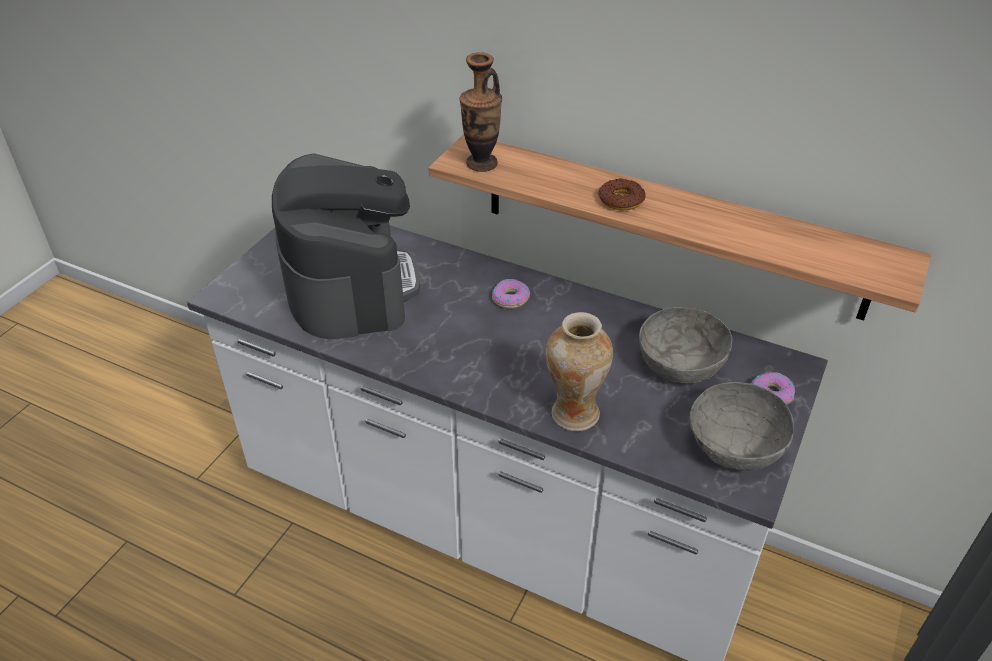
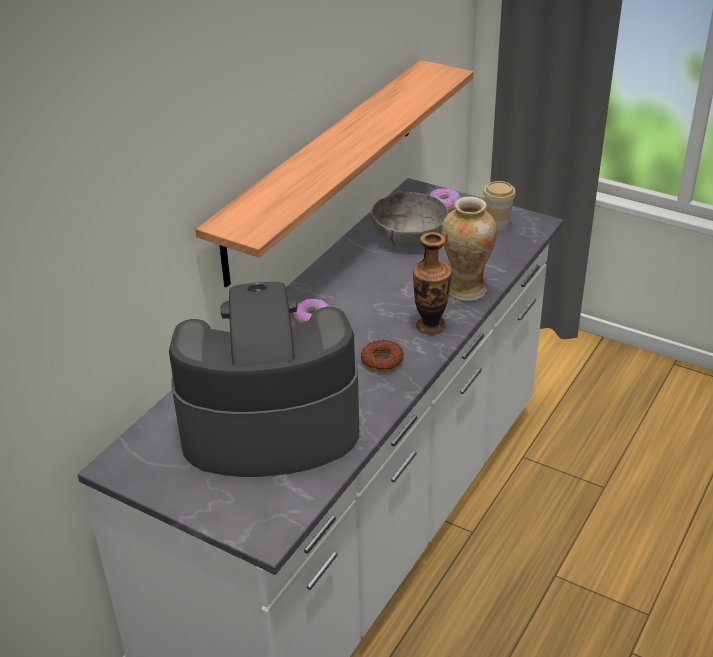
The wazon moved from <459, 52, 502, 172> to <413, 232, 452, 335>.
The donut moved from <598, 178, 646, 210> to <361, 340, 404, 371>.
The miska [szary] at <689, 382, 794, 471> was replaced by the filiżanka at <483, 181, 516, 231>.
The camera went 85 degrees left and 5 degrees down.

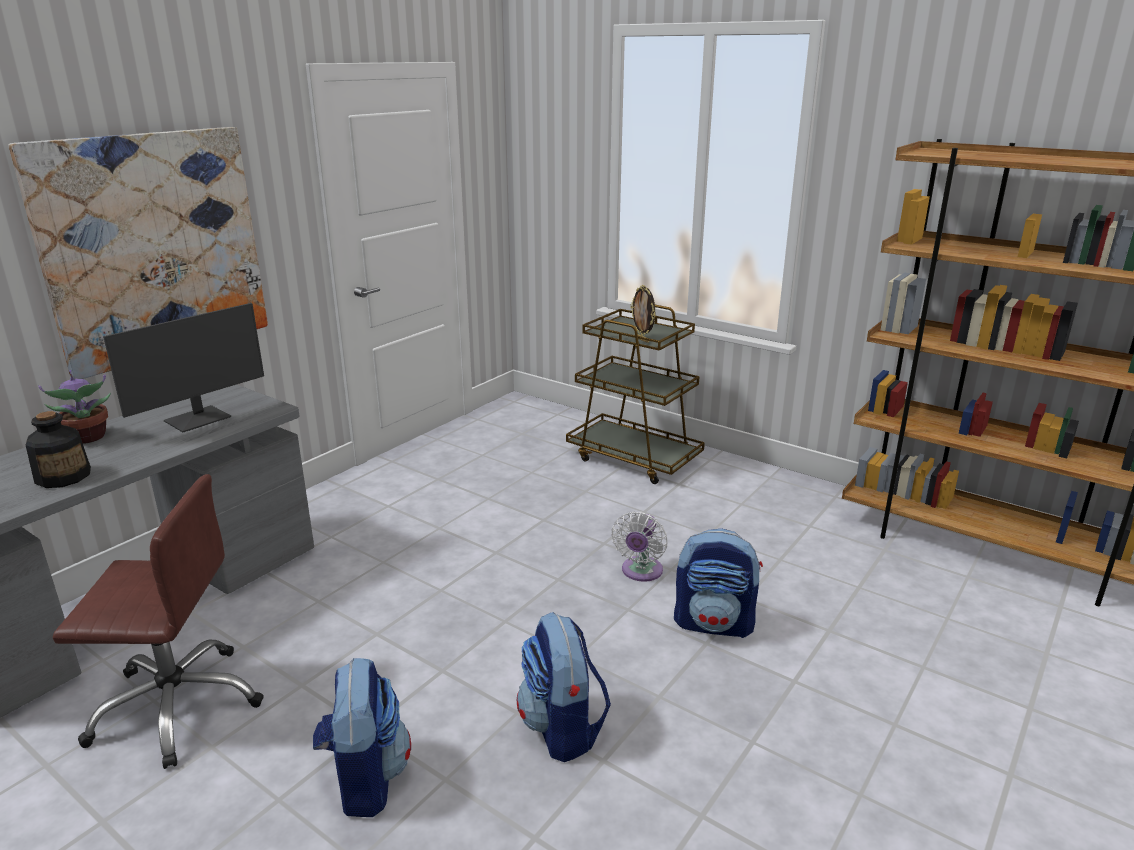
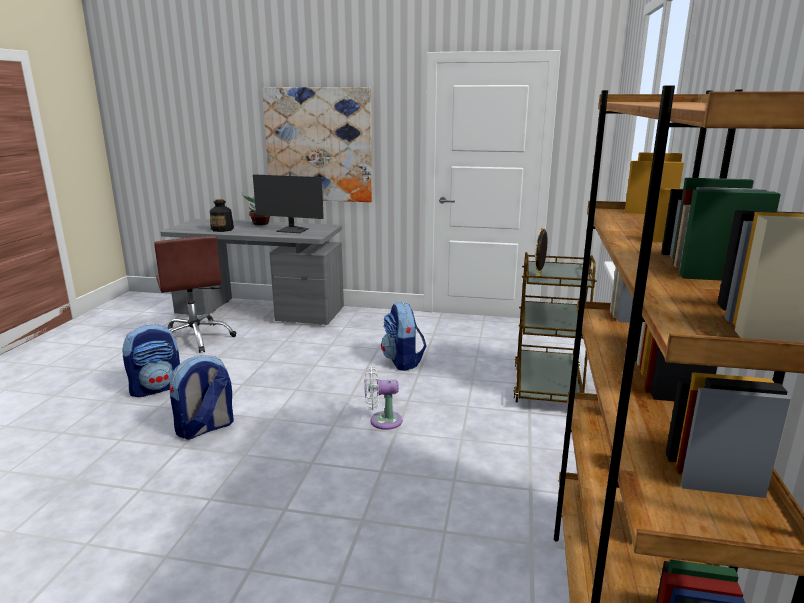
The plecak moved from <674, 529, 763, 638> to <381, 301, 426, 371>.
The camera went 65 degrees right and 5 degrees down.

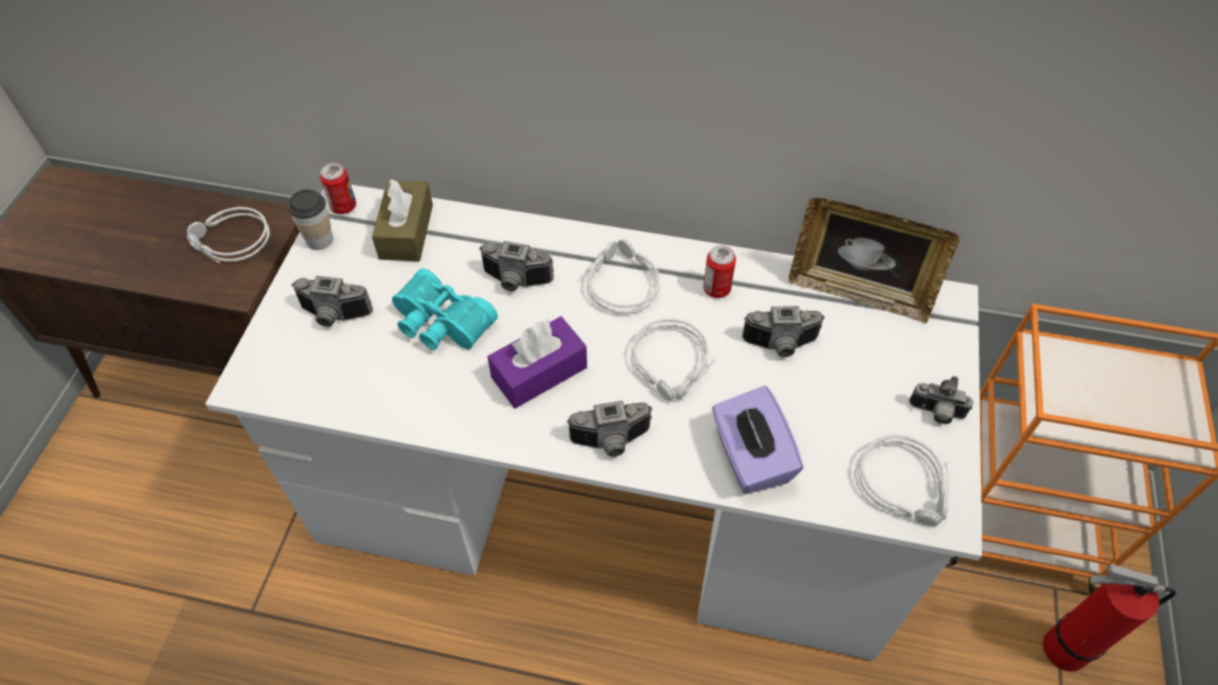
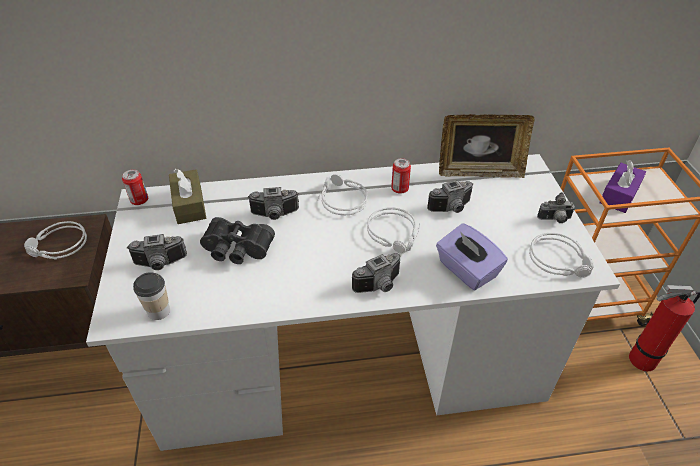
The filiżanka moved from <288, 189, 333, 250> to <133, 272, 170, 320>.
The lornetka [turkusowy] at <392, 269, 498, 350> became the lornetka [czarny] at <200, 217, 275, 264>.
The pudełko chusteczek [fioletowy] moved from <488, 316, 587, 408> to <599, 160, 646, 213>.
The camera went 20 degrees left and 10 degrees down.

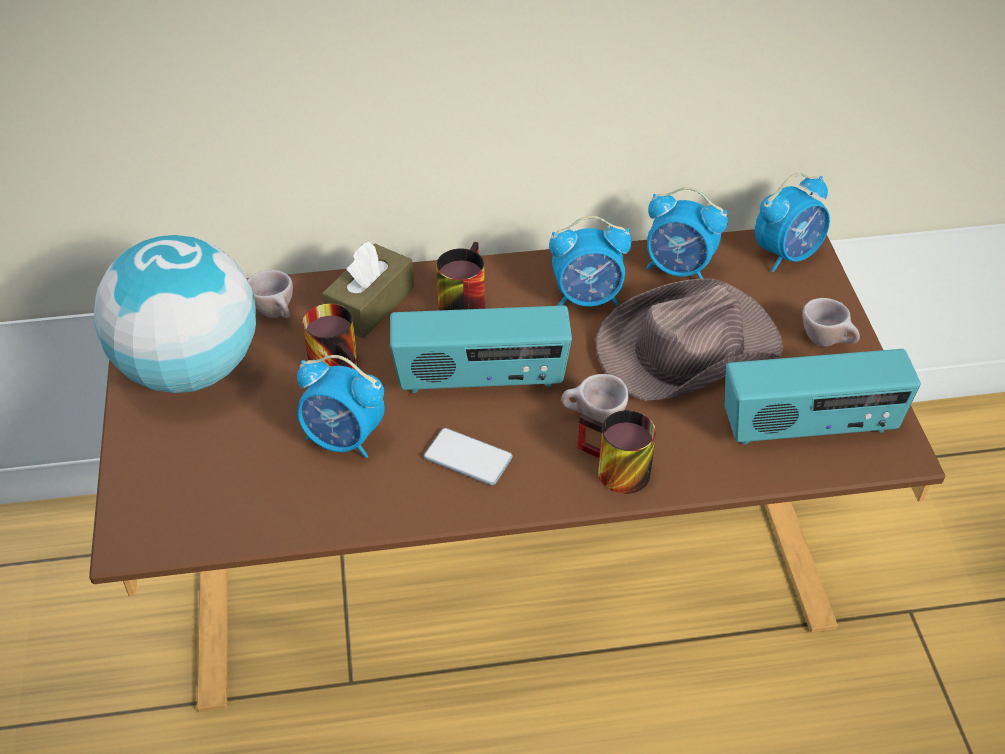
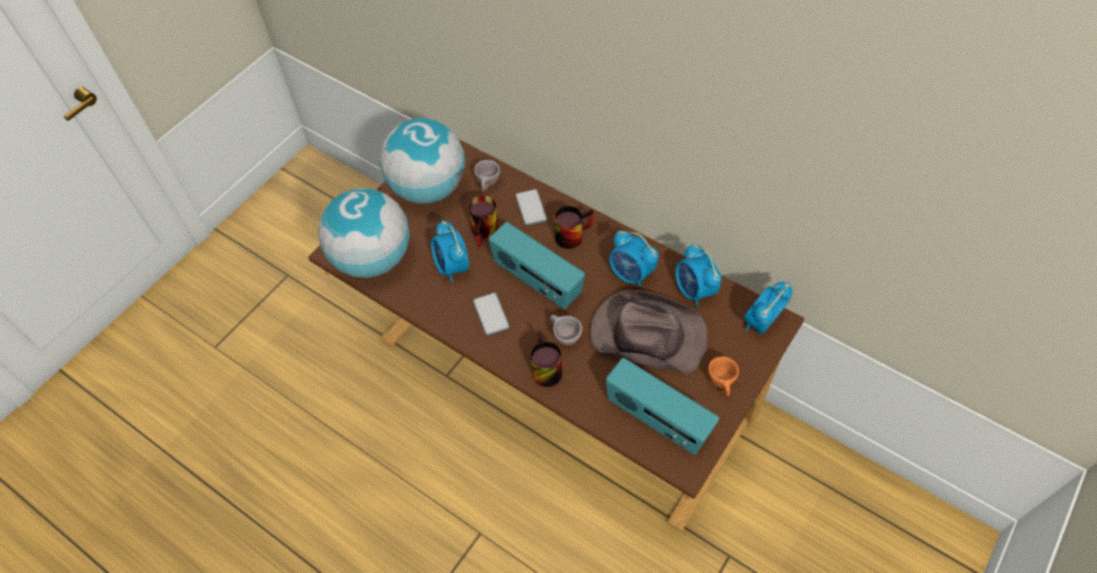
The budzik at <755, 173, 830, 272> turned 120 degrees clockwise.
The pudełko chusteczek [brązowy] at <322, 242, 414, 338> was replaced by the telefon at <515, 189, 547, 225>.
The filiżanka [beżowy] at <802, 298, 860, 347> became the filiżanka [pomarańczowy] at <708, 357, 739, 396>.
The globus at <318, 188, 410, 278> appeared.
The camera went 45 degrees right and 10 degrees up.

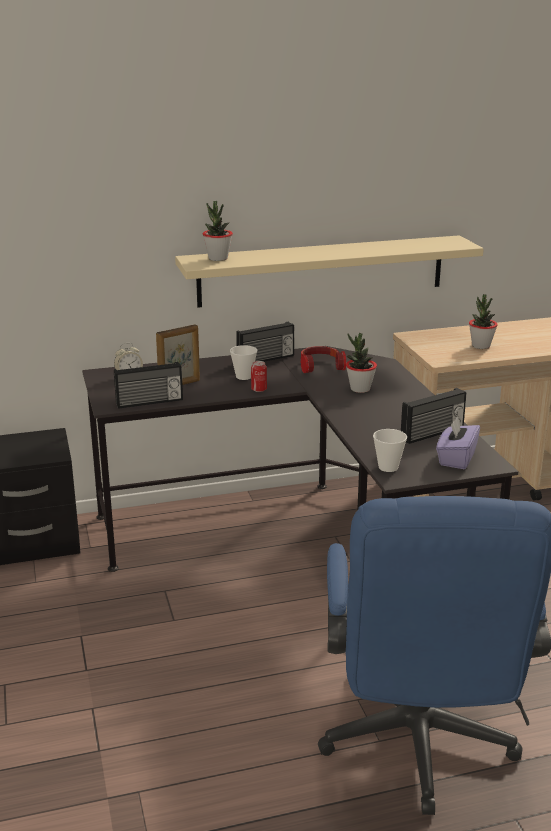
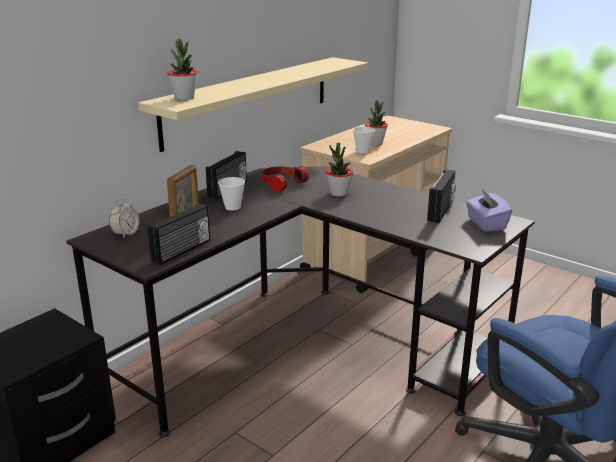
The puszka at <251, 361, 267, 392> disappeared.
The filiżanka moved from <373, 429, 407, 472> to <353, 126, 375, 154>.
The camera went 35 degrees left and 0 degrees up.

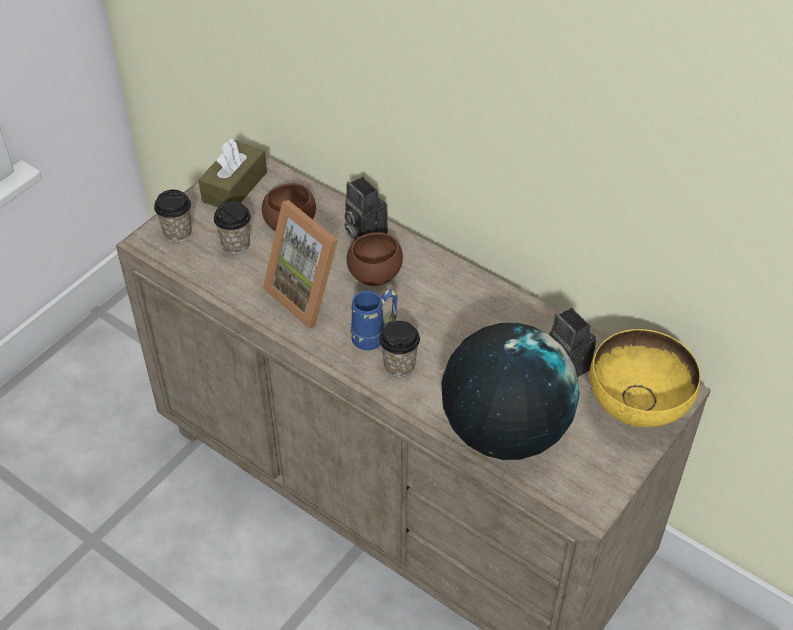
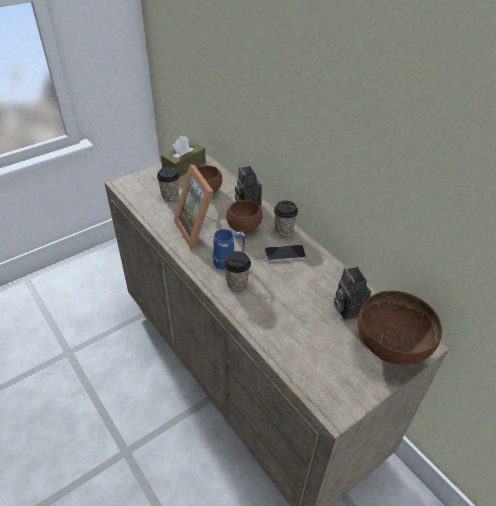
The filiżanka moved from <154, 190, 192, 242> to <274, 201, 298, 236>.
The globus at <441, 323, 579, 460> disappeared.
The miska [żółty] at <590, 329, 700, 427> became the miska [brązowy] at <358, 291, 442, 365>.
The telefon at <265, 245, 306, 262> appeared.
The camera went 15 degrees right and 5 degrees down.

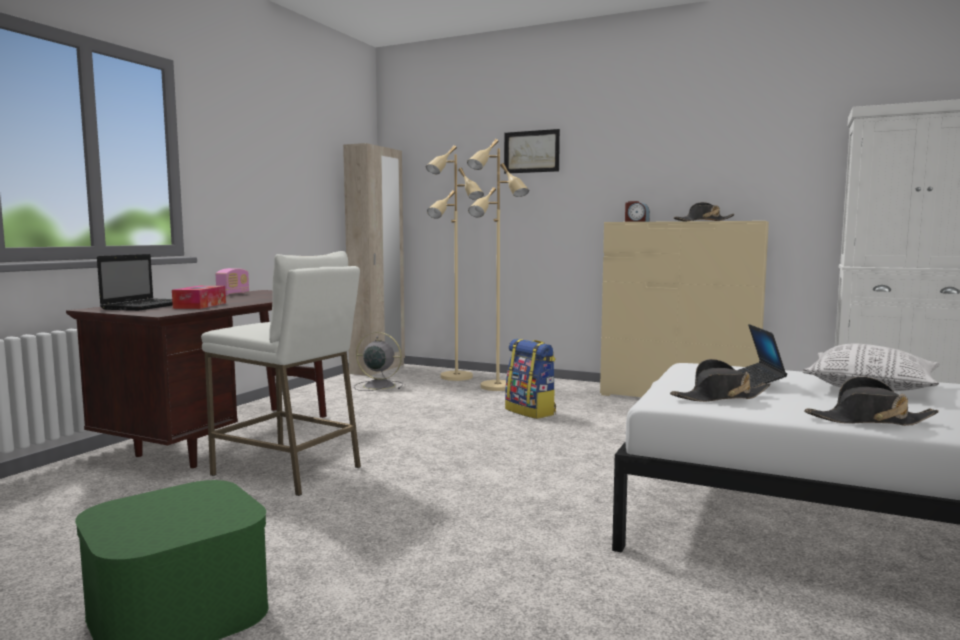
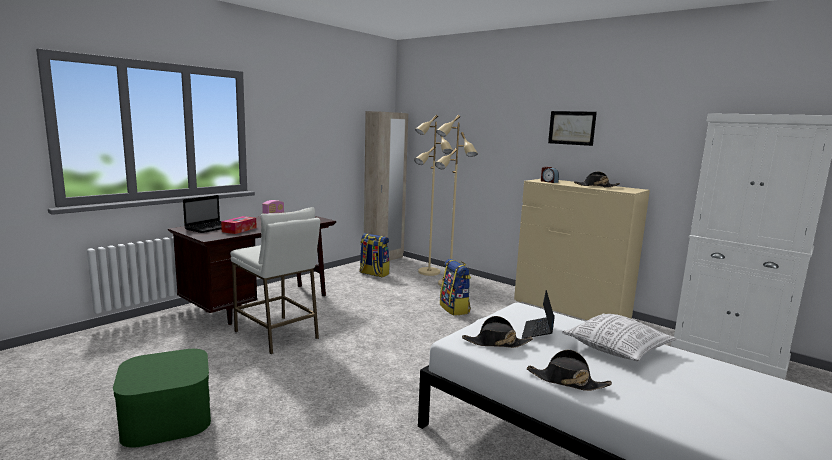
The obraz moved from <504, 129, 560, 174> to <548, 111, 597, 146>.
The wentylator [szary] at <354, 332, 403, 391> was replaced by the plecak at <360, 233, 390, 277>.
The camera went 15 degrees right and 5 degrees up.

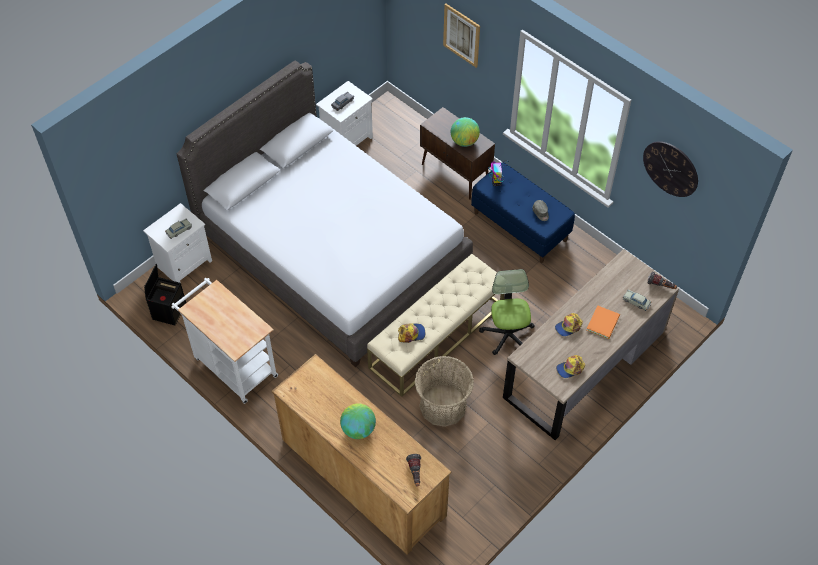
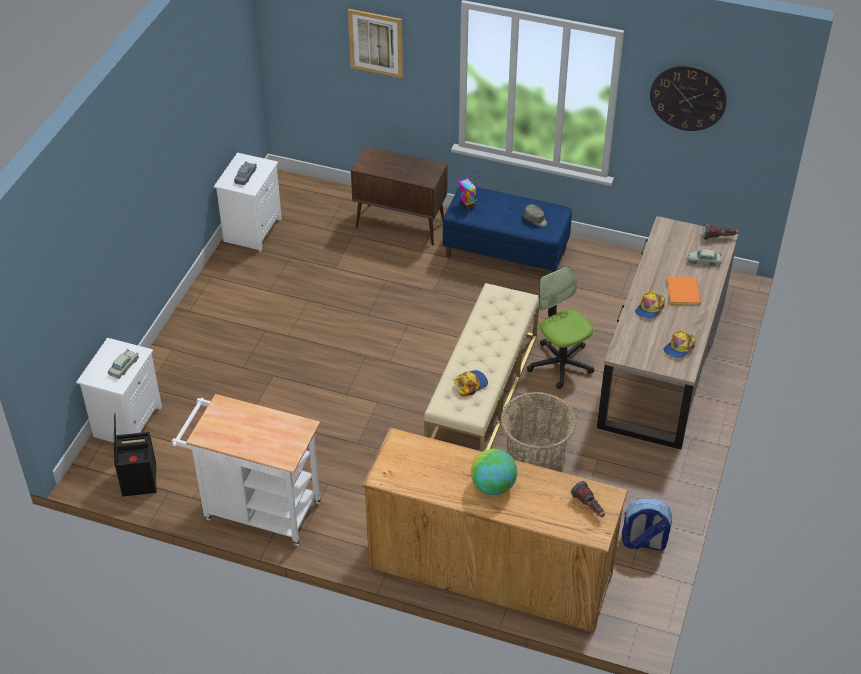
The łóżko [szary] at <177, 60, 473, 367> disappeared.
The globus at <451, 117, 480, 147> disappeared.
The plecak at <622, 498, 672, 551> appeared.
The camera went 25 degrees left and 10 degrees down.

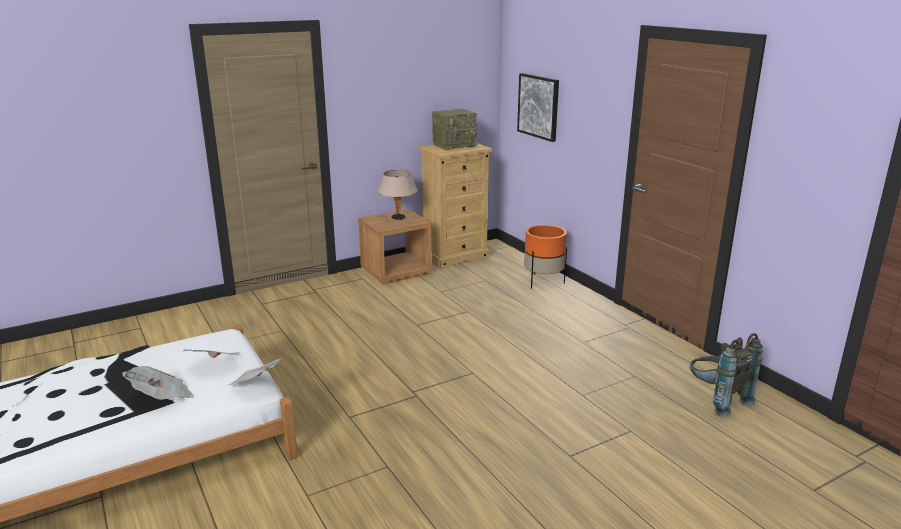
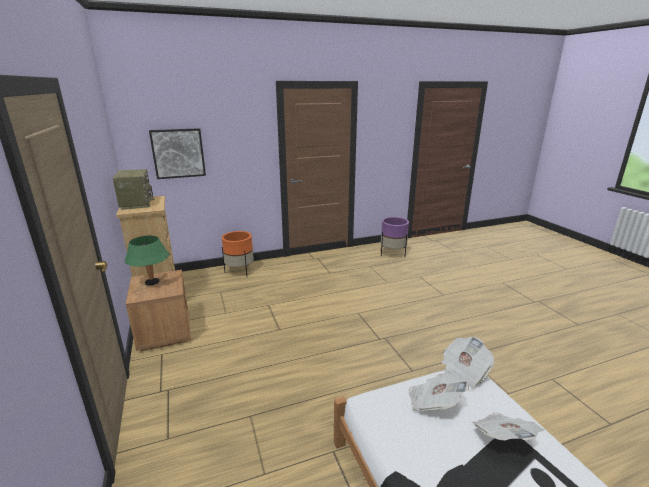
The lampa stołowa [beżowy] at <377, 170, 418, 219> became the lampa stołowa [zielony] at <125, 236, 169, 286>.
The plecak [szary] at <690, 333, 763, 417> was replaced by the donica [fioletowy] at <381, 217, 409, 258>.
The camera went 80 degrees left and 0 degrees up.

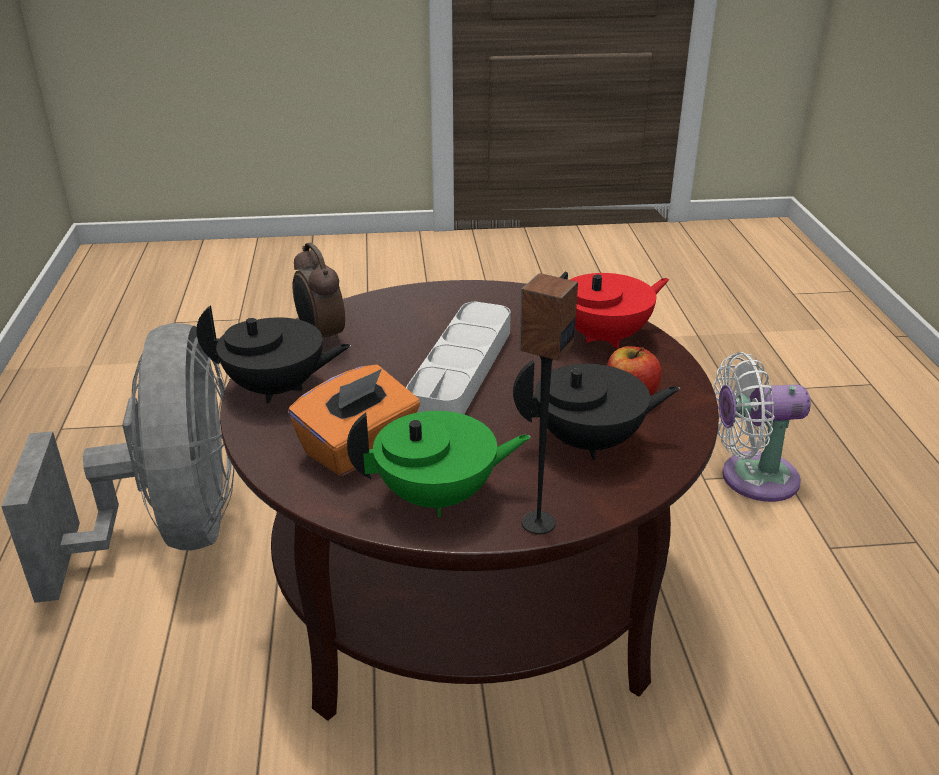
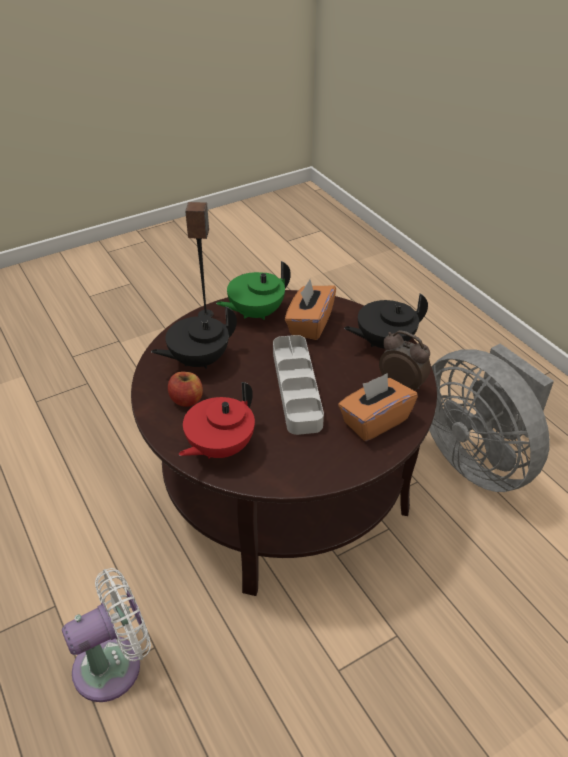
The pudełko chusteczek [pomarańczowy] at <338, 373, 418, 441> appeared.
The camera went 155 degrees right and 10 degrees up.

